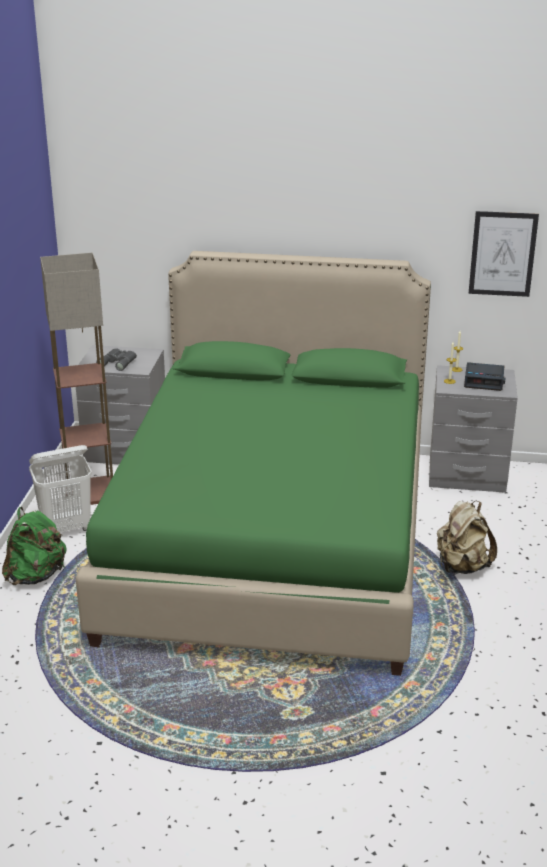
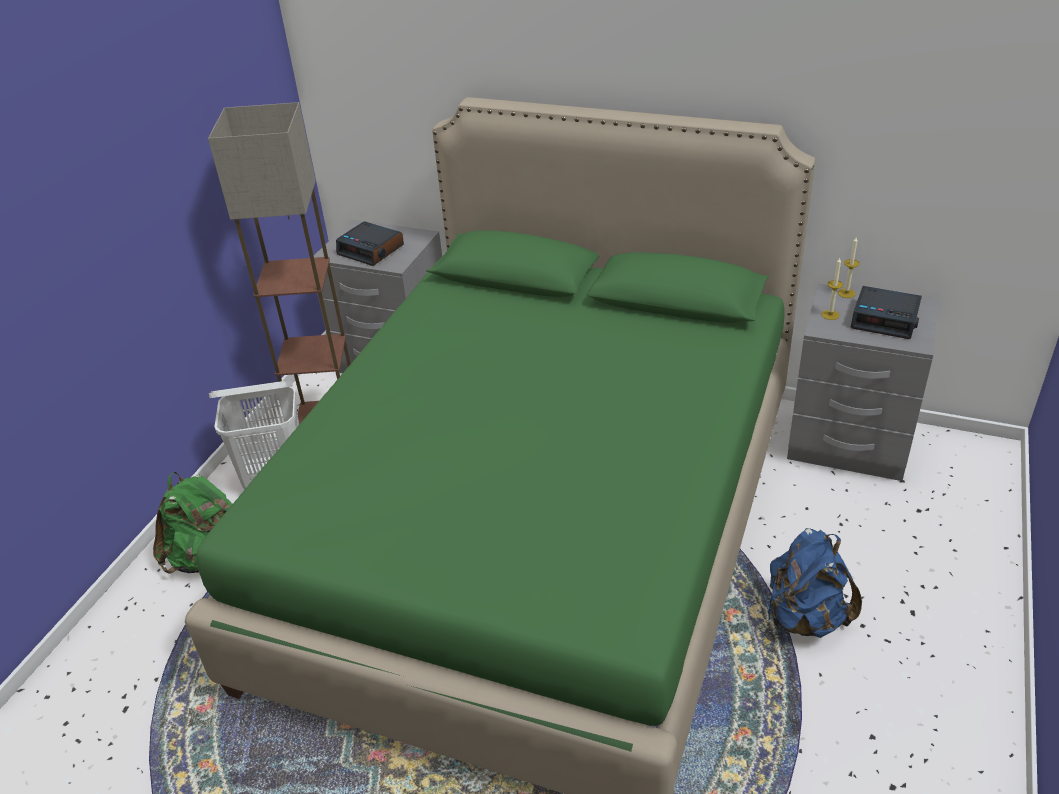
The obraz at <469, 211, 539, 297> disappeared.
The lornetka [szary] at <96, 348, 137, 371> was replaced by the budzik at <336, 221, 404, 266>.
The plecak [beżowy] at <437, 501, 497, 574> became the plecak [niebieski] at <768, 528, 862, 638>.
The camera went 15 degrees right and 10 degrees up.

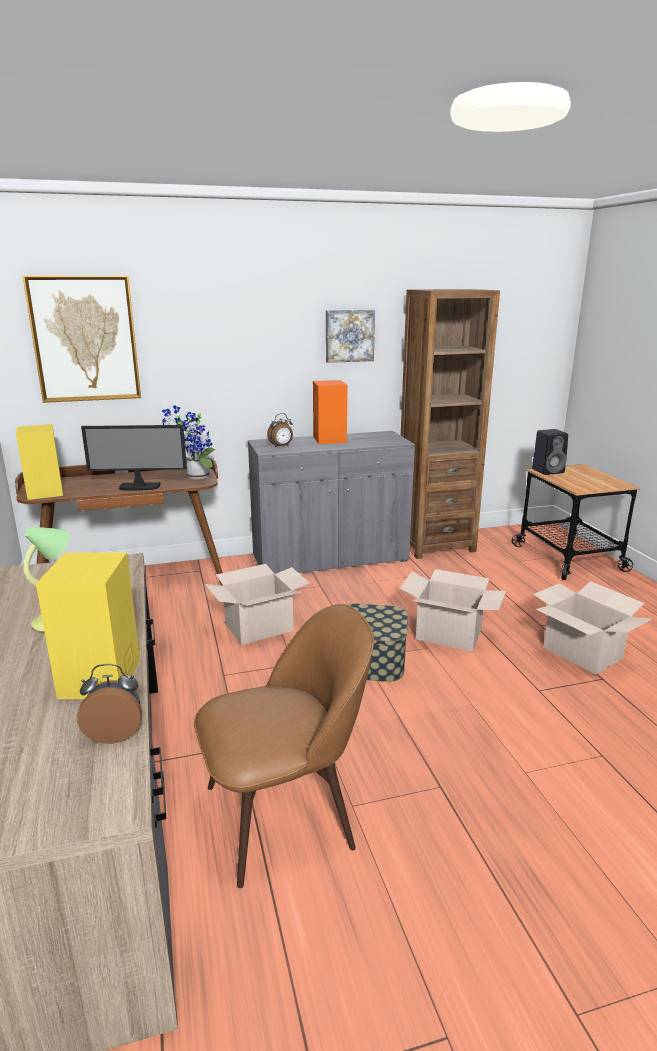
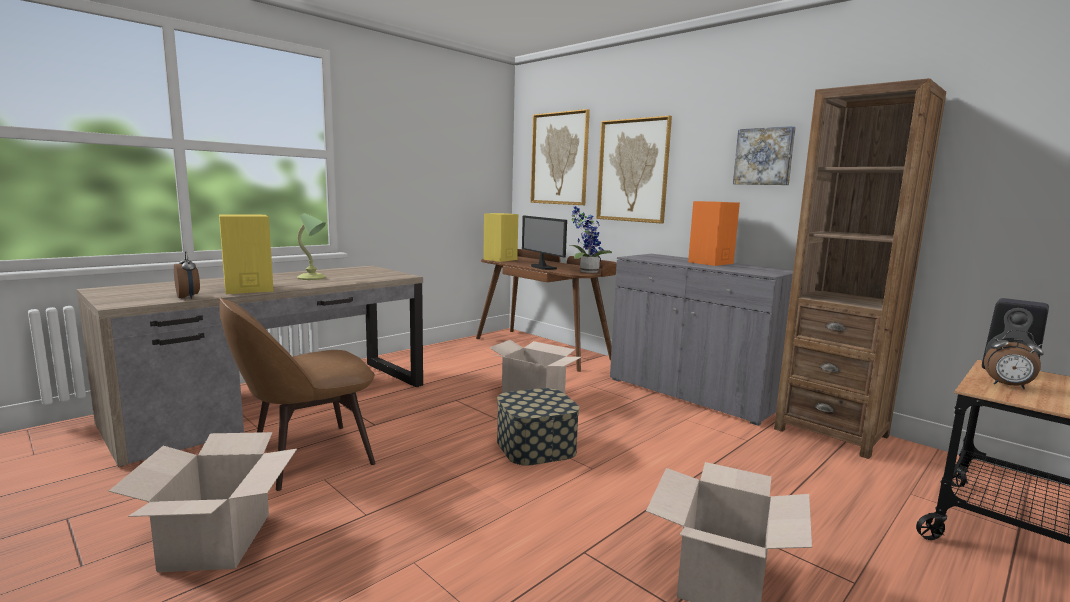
The budzik moved from <267, 413, 293, 448> to <984, 330, 1044, 389>.
The karton moved from <400, 569, 506, 651> to <109, 432, 297, 572>.
The krzesło [brązowy] at <194, 604, 374, 888> turned 105 degrees clockwise.
The obraz at <596, 116, 672, 223> appeared.
The camera went 60 degrees right and 10 degrees down.

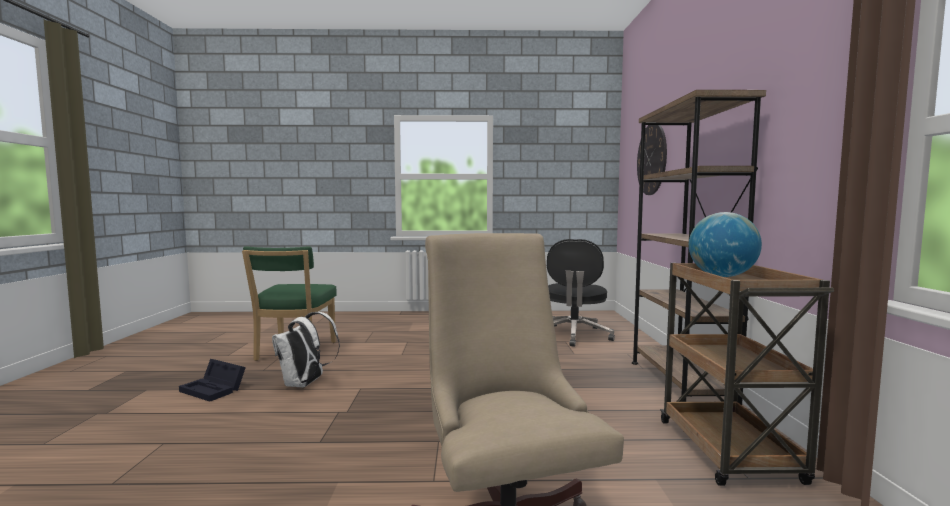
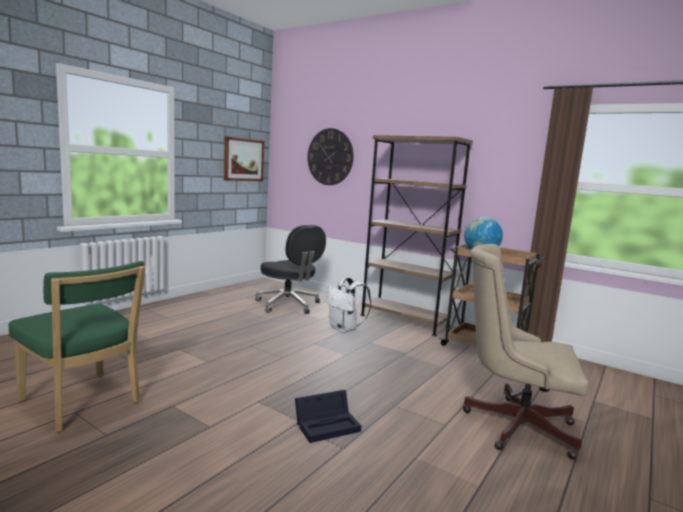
The plecak [biały] moved from <272, 312, 340, 388> to <326, 277, 371, 333>.
The pojemnik do przechowywania [czarny] moved from <179, 359, 246, 402> to <295, 390, 361, 443>.
The obraz at <224, 136, 264, 181> appeared.
The camera went 55 degrees left and 5 degrees up.

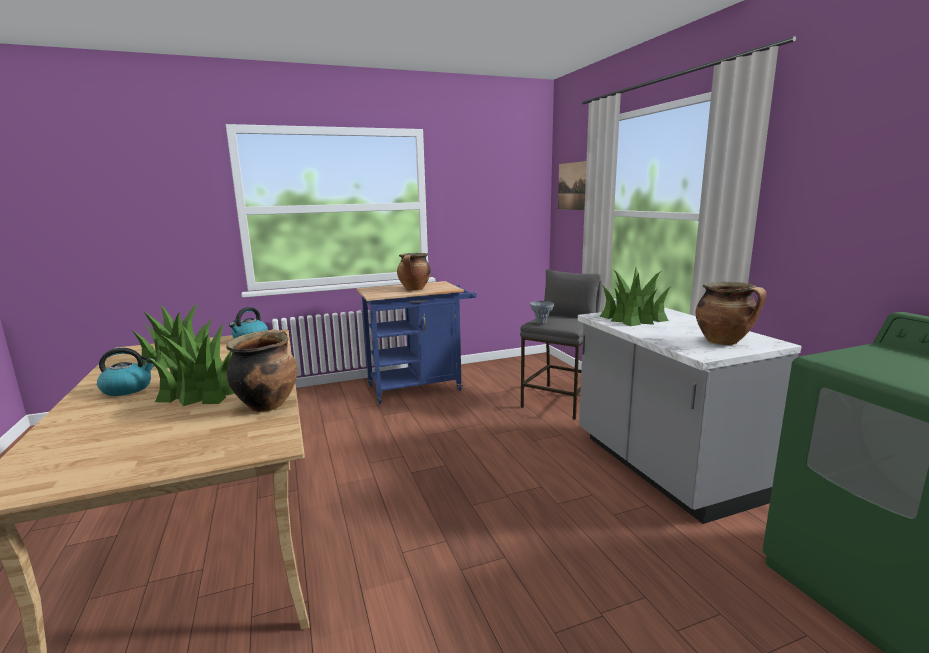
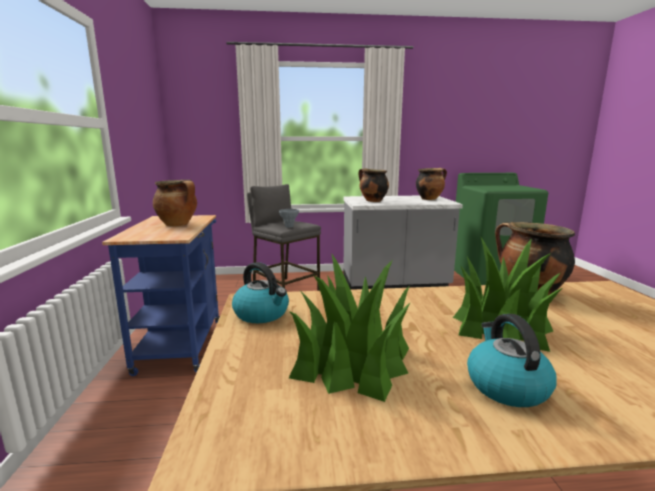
The obraz at <558, 161, 586, 210> disappeared.
The roślina doniczkowa at <600, 267, 670, 326> was replaced by the garnek at <358, 168, 389, 202>.
The camera went 75 degrees left and 0 degrees up.

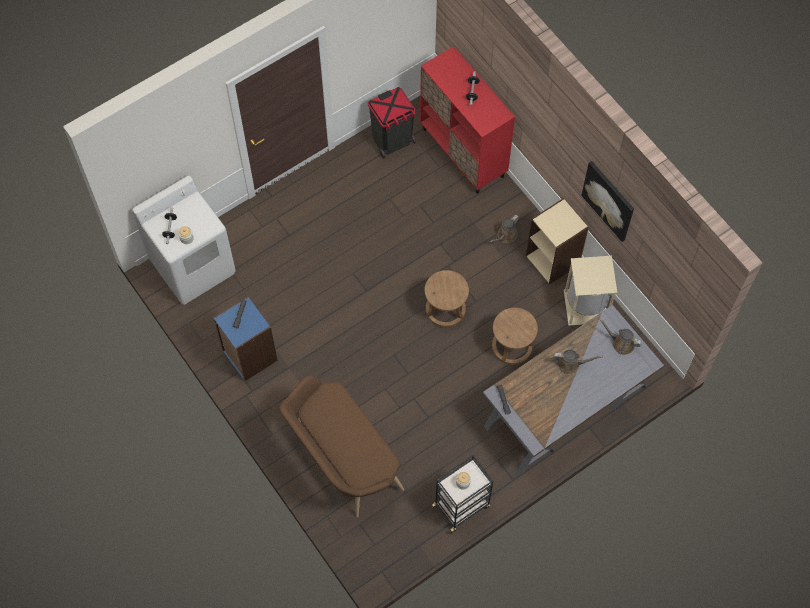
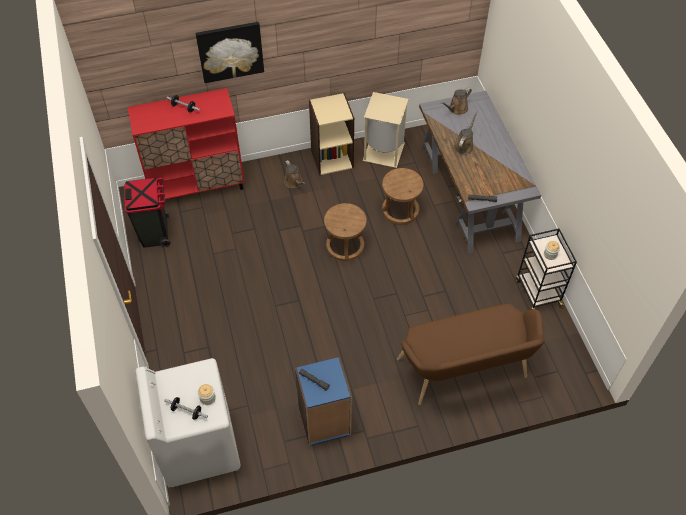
The obraz moved from <581, 161, 634, 242> to <195, 22, 264, 83>.
The camera went 70 degrees left and 10 degrees down.

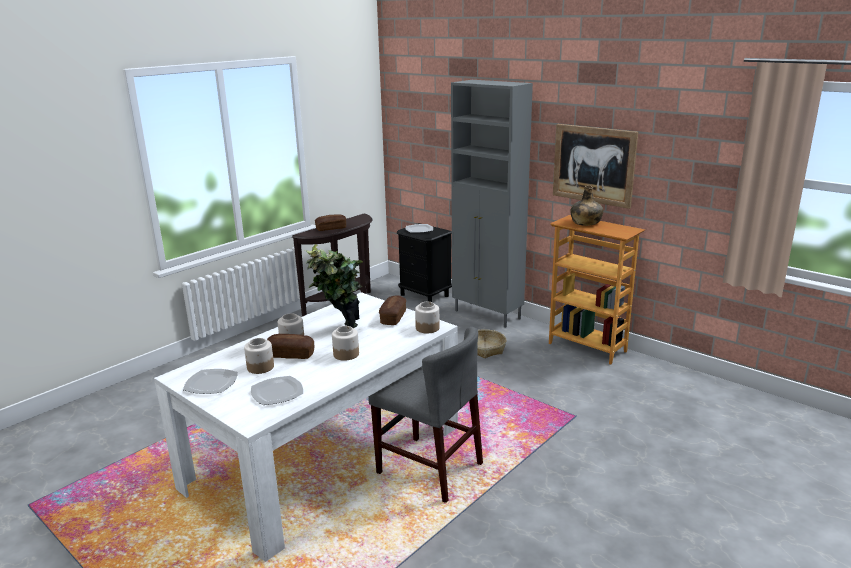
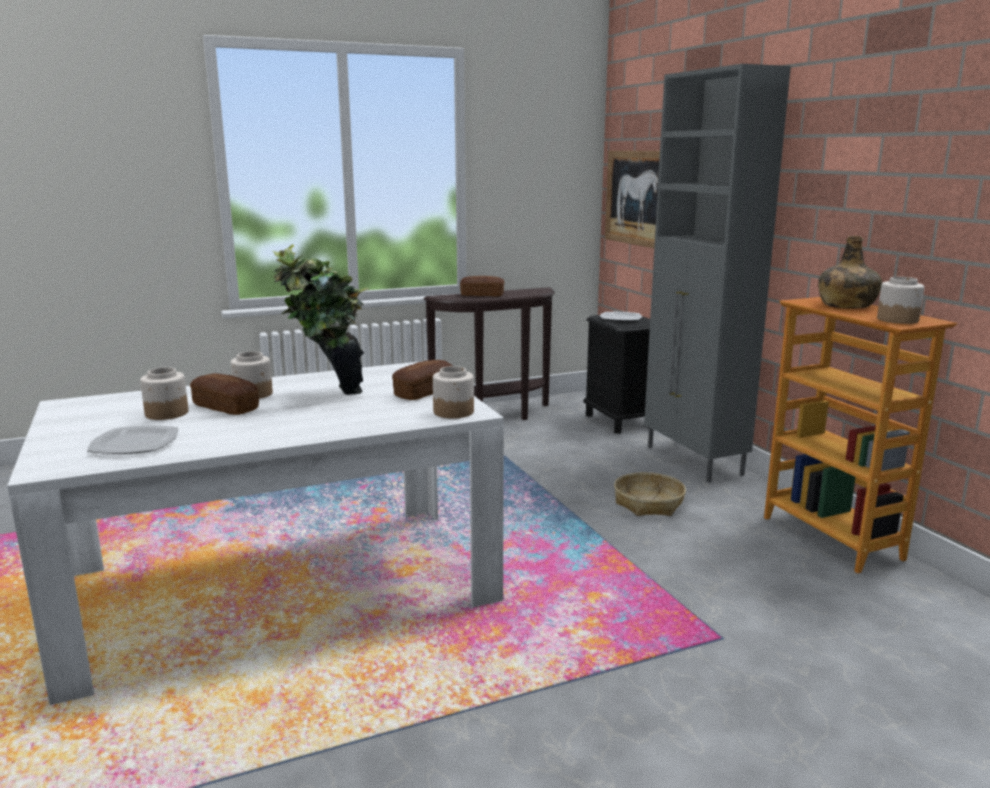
The obraz moved from <553, 124, 638, 209> to <605, 151, 660, 248>.
The słoik moved from <332, 326, 359, 361> to <877, 277, 924, 324>.
The krzesło [szary] at <368, 327, 483, 503> disappeared.
The talerz at <183, 369, 238, 394> disappeared.
The camera went 25 degrees right and 5 degrees down.

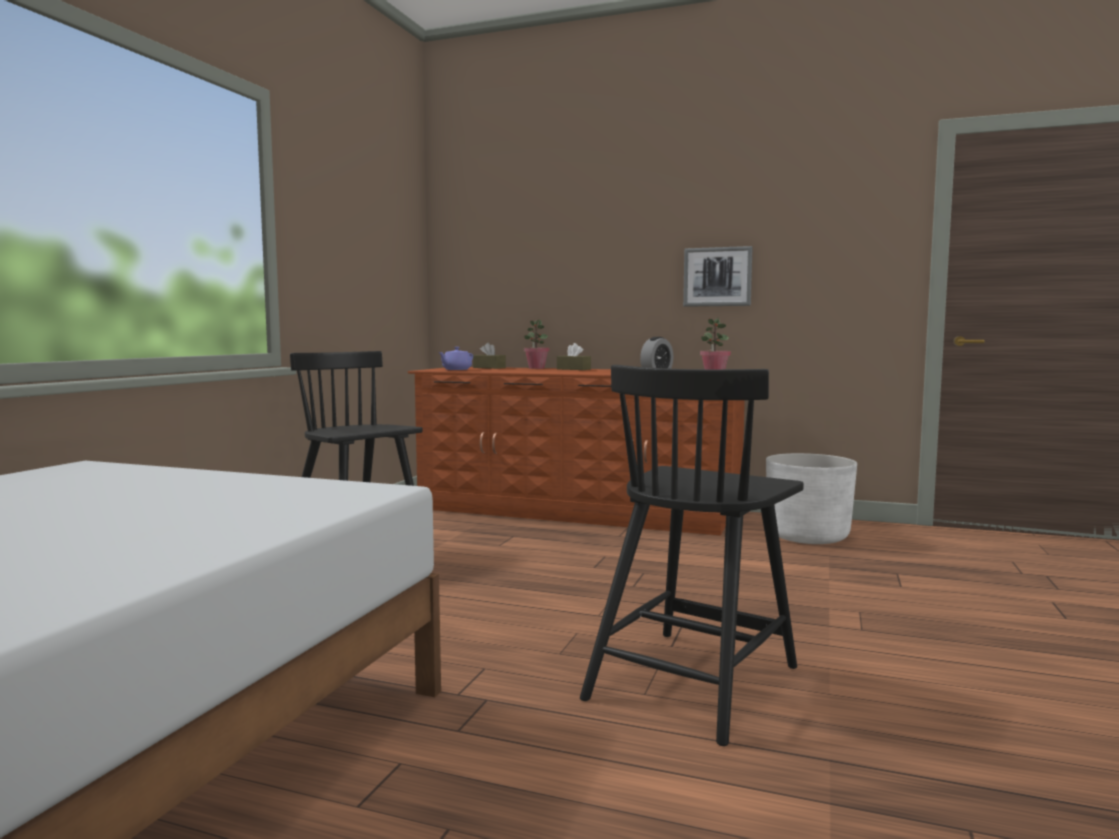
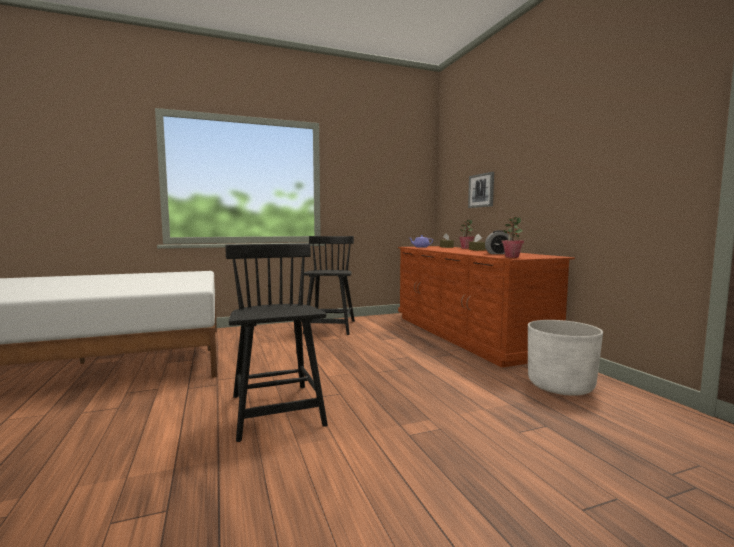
The obraz moved from <683, 246, 753, 307> to <468, 172, 494, 208>.
The krzesło [czarny] at <580, 365, 804, 746> turned 75 degrees clockwise.
The camera went 50 degrees right and 0 degrees up.

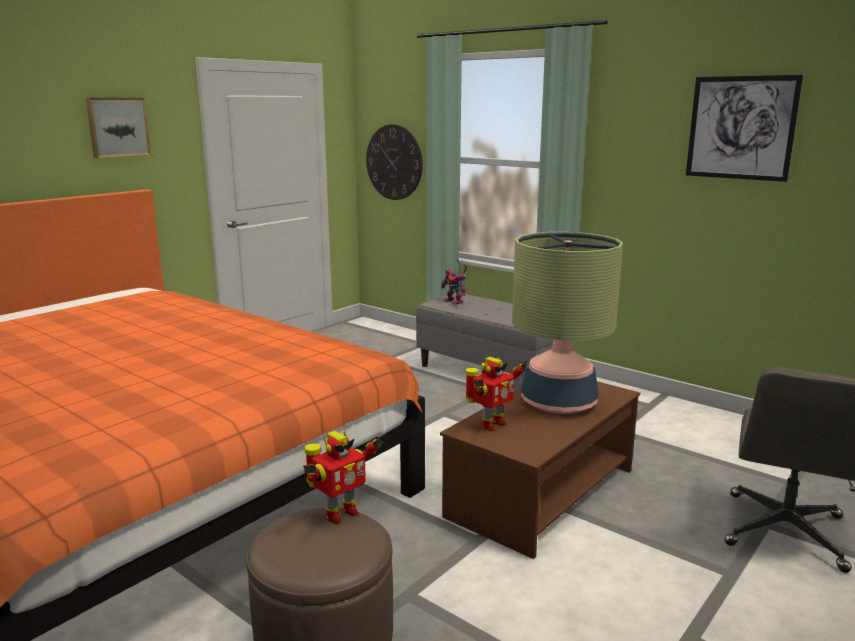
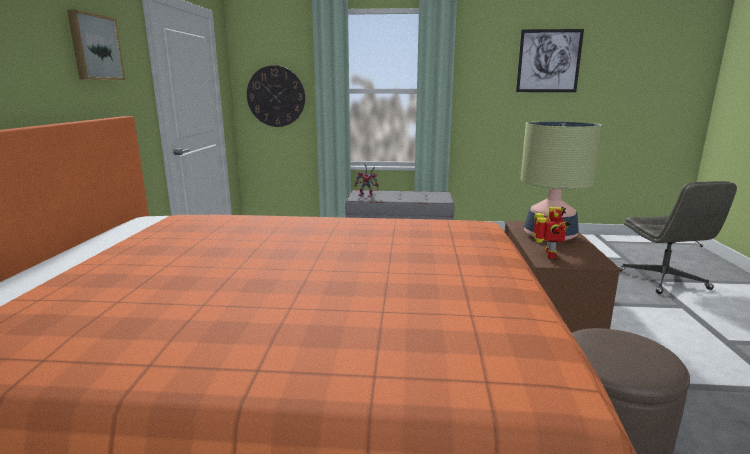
The robot zabawkowy at <303, 431, 383, 524> disappeared.
The camera went 35 degrees left and 0 degrees up.

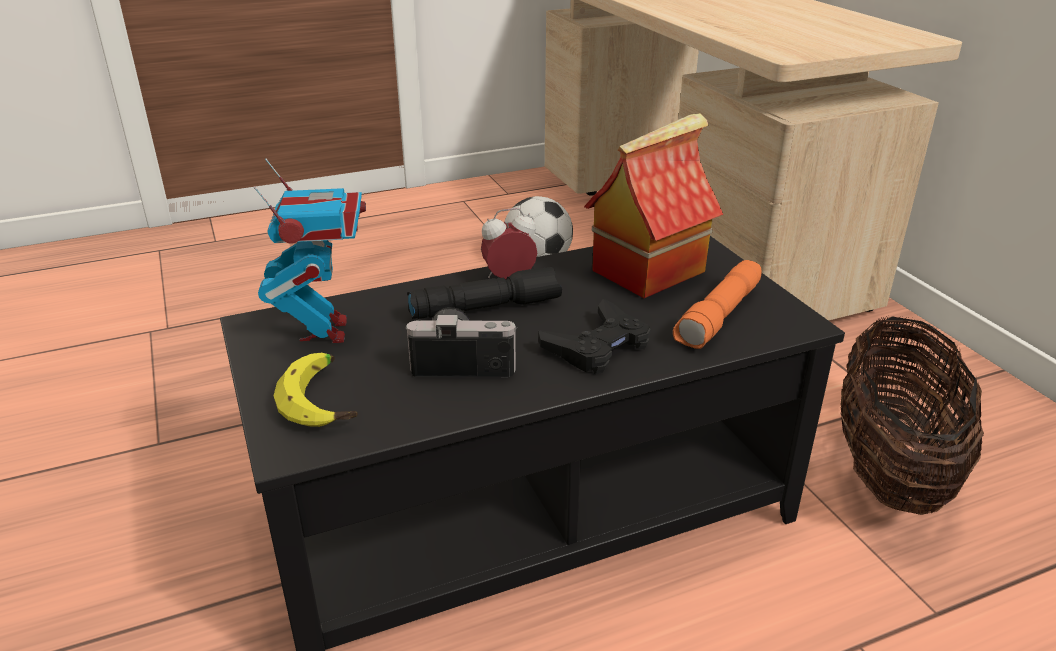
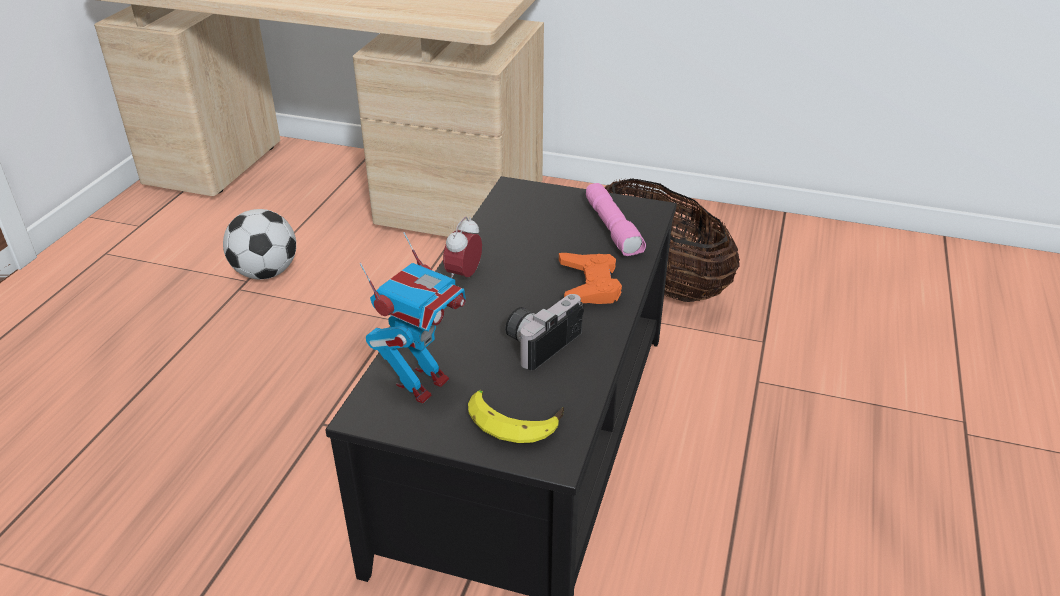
The domek at <584, 113, 723, 299> disappeared.
The robot zabawkowy at <254, 159, 366, 343> turned 90 degrees clockwise.
The latarka [pomarańczowy] at <673, 260, 761, 349> became the latarka [różowy] at <586, 183, 646, 256>.
The latarka [czarny] at <407, 267, 562, 319> disappeared.
The pad do gier [czarny] at <538, 299, 651, 374> became the pad do gier [pomarańczowy] at <559, 253, 622, 304>.
The camera went 50 degrees left and 5 degrees up.

